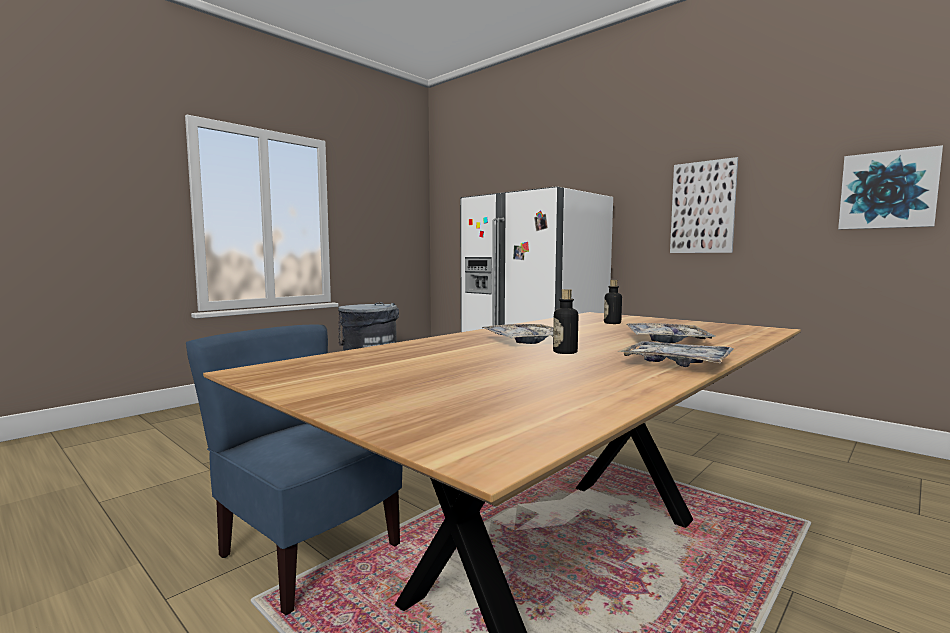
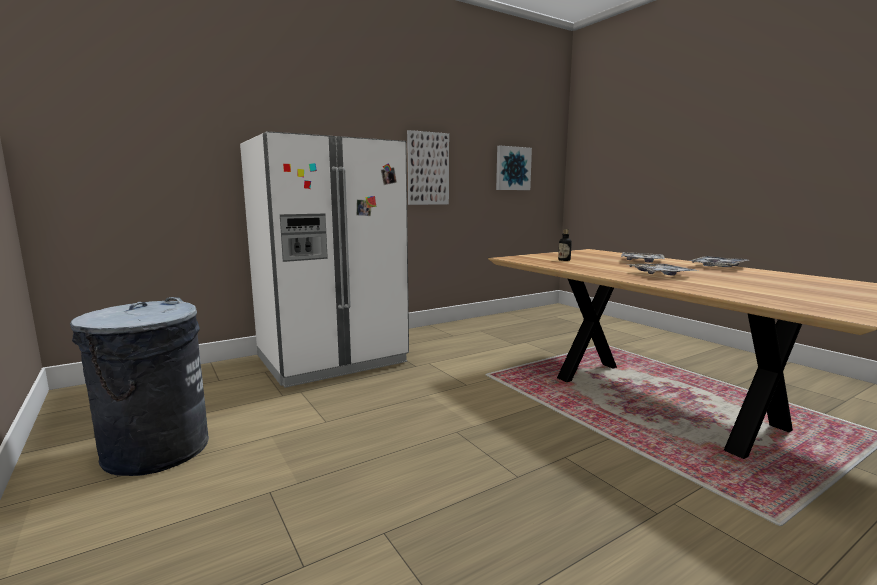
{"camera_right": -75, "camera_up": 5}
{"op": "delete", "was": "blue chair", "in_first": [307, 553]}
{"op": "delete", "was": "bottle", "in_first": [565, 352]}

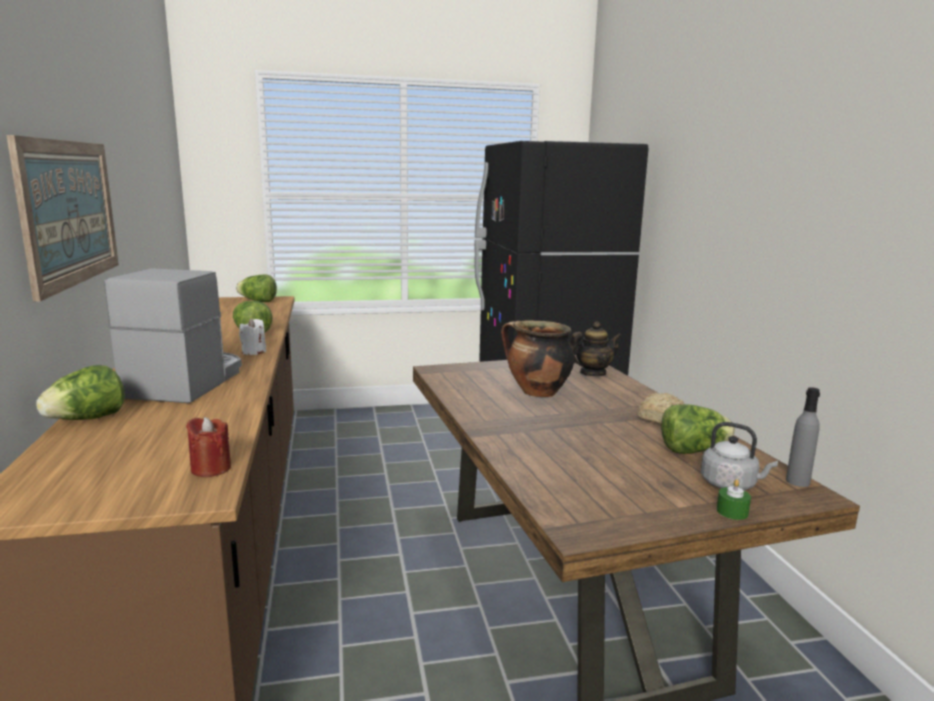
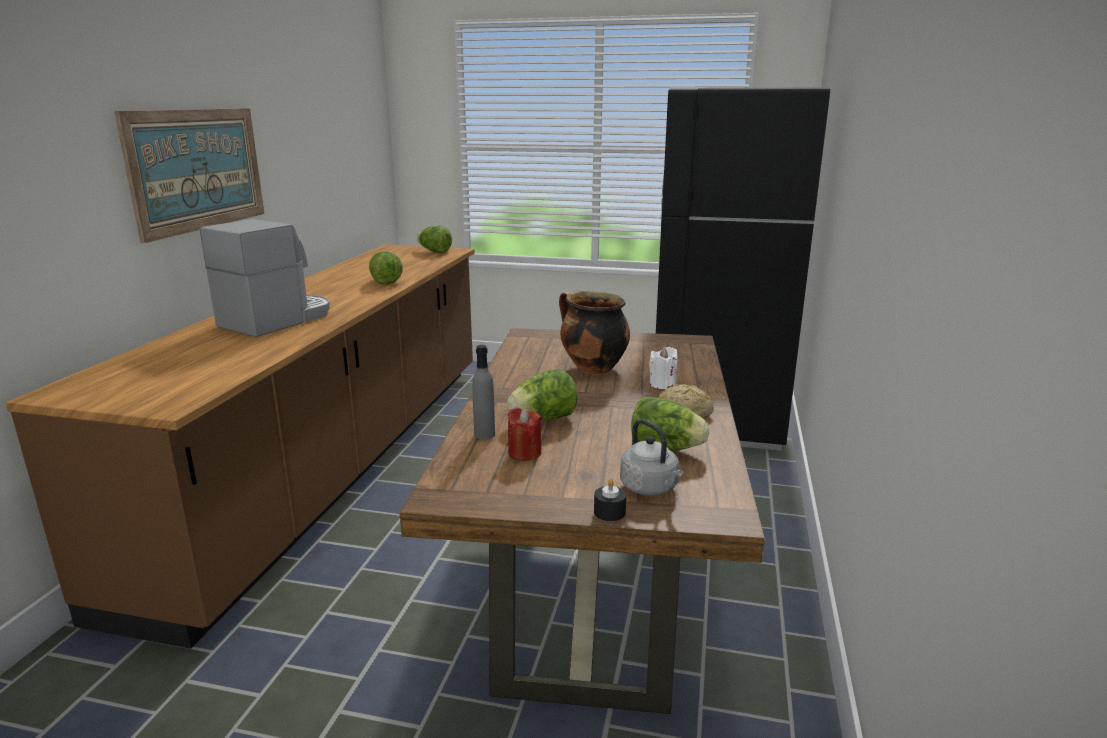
{"camera_right": 25, "camera_up": 5}
{"op": "delete", "was": "teapot", "in_first": [592, 373]}
{"op": "move", "was": "lettuce", "in_first": [87, 419], "in_second": [543, 419]}
{"op": "move", "was": "red candle", "in_first": [211, 468], "in_second": [524, 453]}
{"op": "move", "was": "white candle", "in_first": [254, 352], "in_second": [662, 384]}
{"op": "move", "was": "grey bottle", "in_first": [797, 481], "in_second": [484, 434]}
{"op": "recolor", "was": "green candle", "now": "black candle", "in_first": [732, 512], "in_second": [609, 512]}

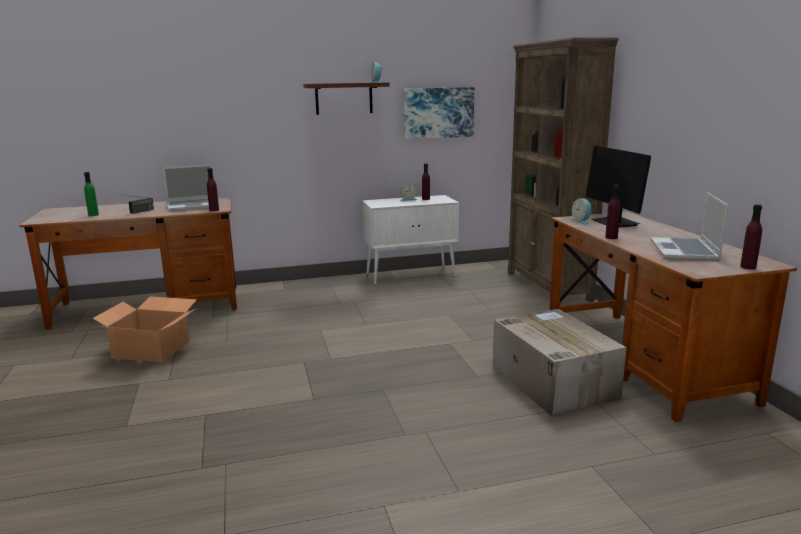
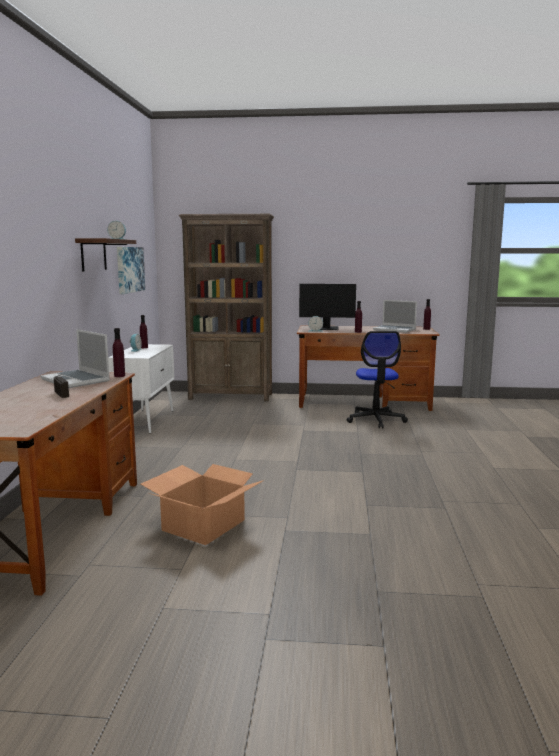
{"camera_right": -70, "camera_up": -5}
{"op": "delete", "was": "green bottle", "in_first": [93, 215]}
{"op": "replace", "was": "cardboard box", "now": "office chair", "in_first": [552, 381], "in_second": [376, 420]}
{"op": "rotate", "was": "laptop", "in_first": [193, 206], "in_second": [76, 380], "clockwise": 135}

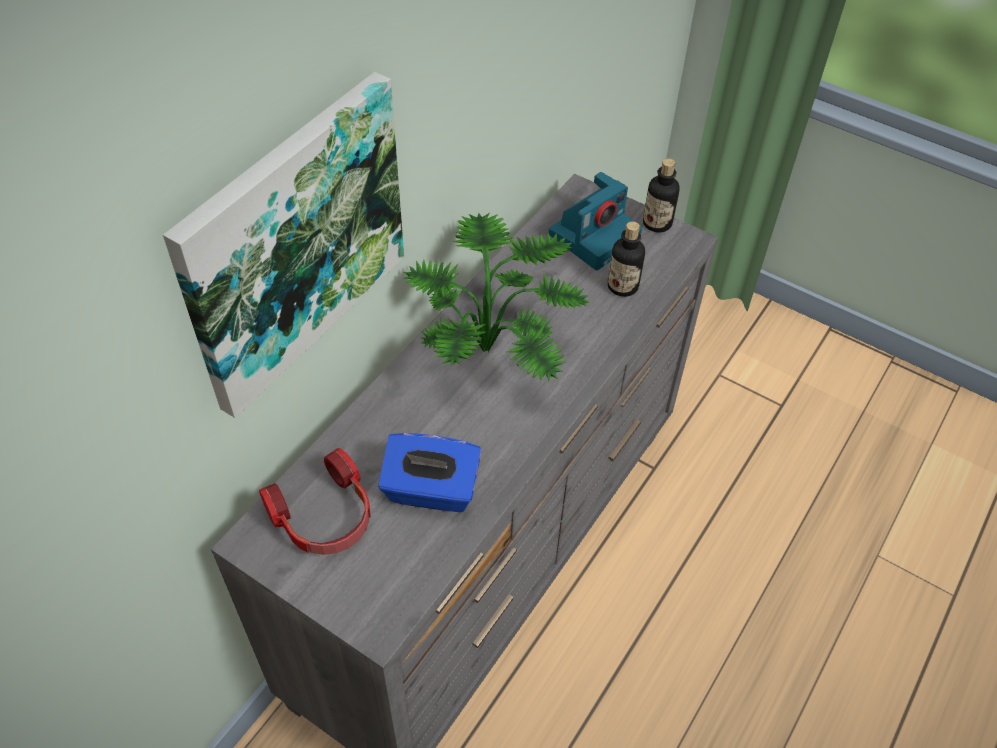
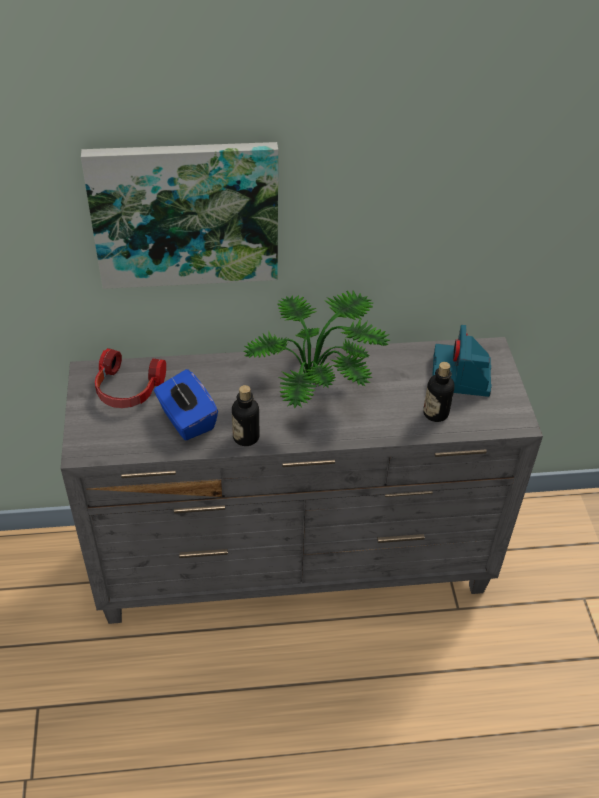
{"camera_right": 50, "camera_up": -5}
{"op": "move", "was": "bottle", "in_first": [657, 223], "in_second": [246, 437]}
{"op": "rotate", "was": "photo camera", "in_first": [594, 236], "in_second": [461, 376], "clockwise": 90}

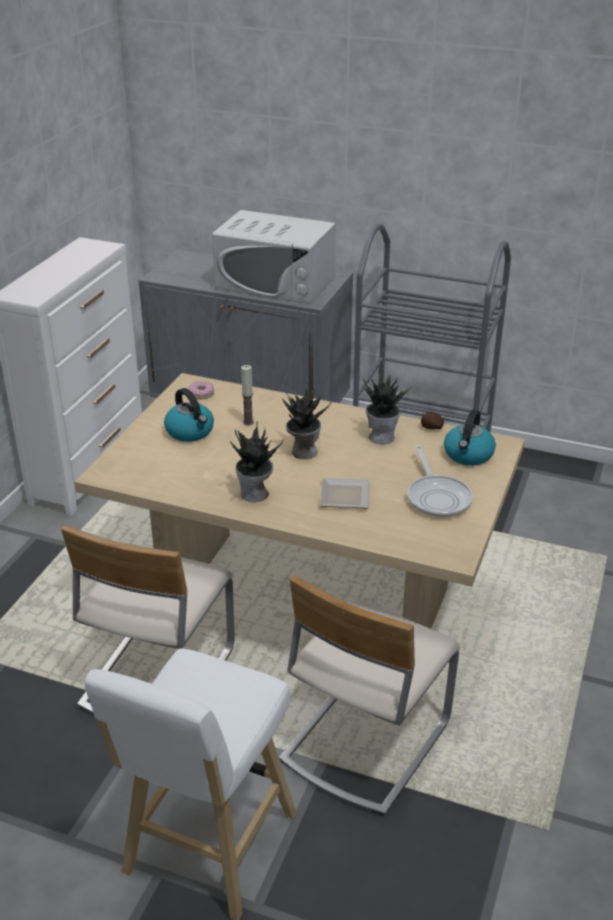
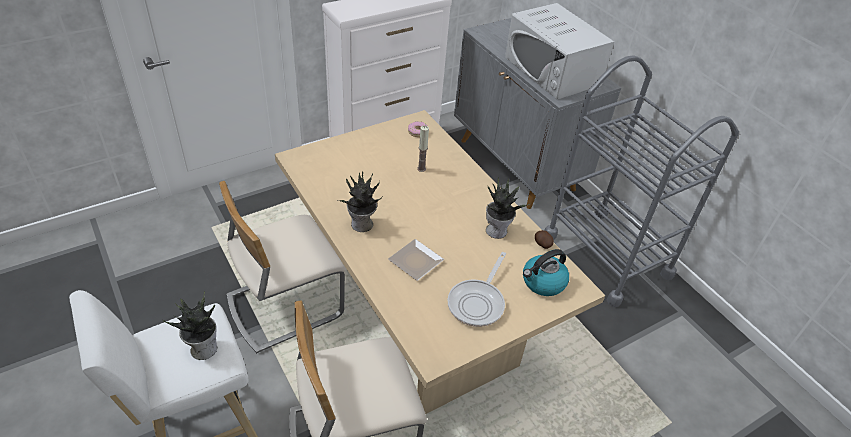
{"camera_right": 35, "camera_up": 10}
{"op": "delete", "was": "kettle", "in_first": [190, 432]}
{"op": "move", "was": "potted plant", "in_first": [303, 452], "in_second": [203, 348]}

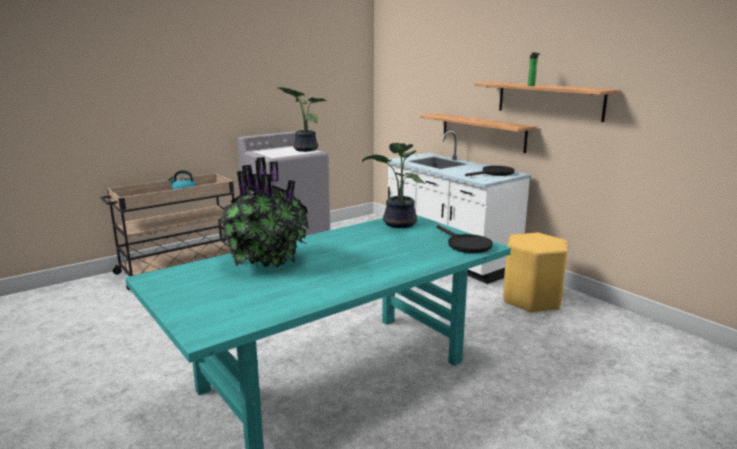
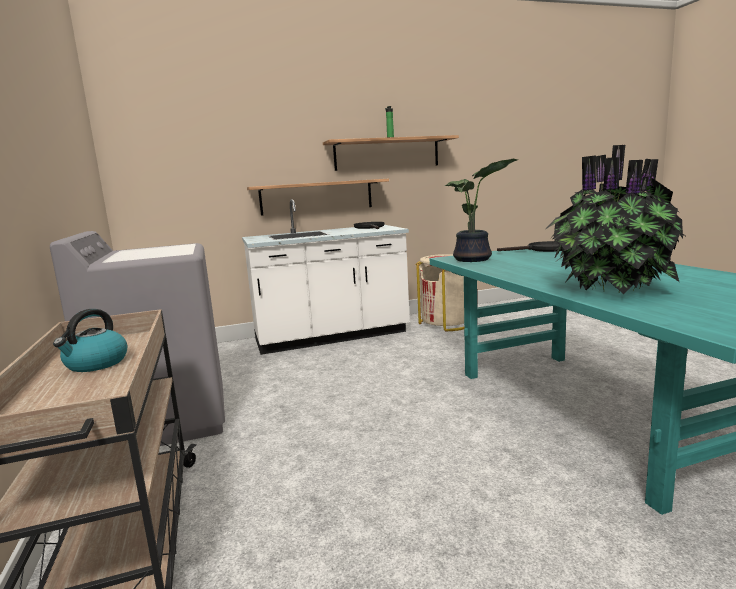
{"camera_right": -70, "camera_up": -5}
{"op": "delete", "was": "potted plant", "in_first": [304, 149]}
{"op": "replace", "was": "yellow stool", "now": "beige trash can", "in_first": [531, 299], "in_second": [446, 323]}

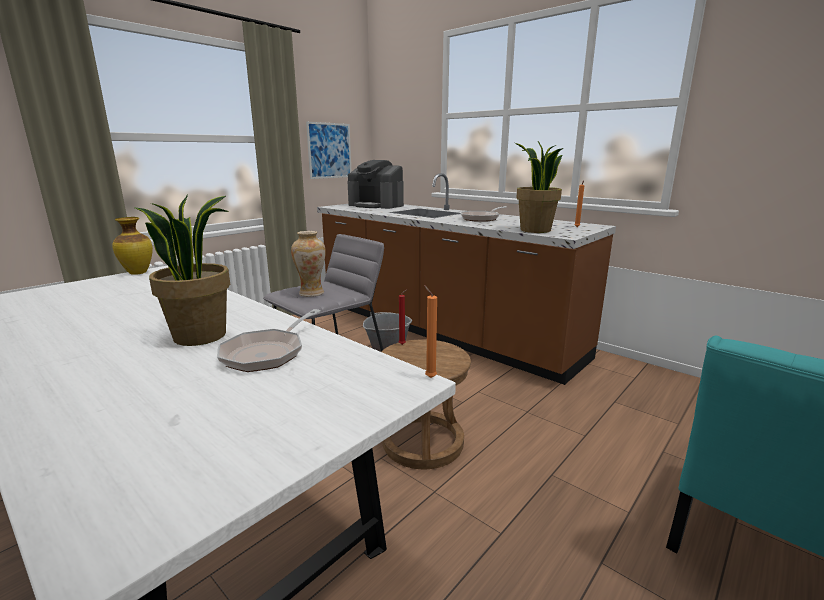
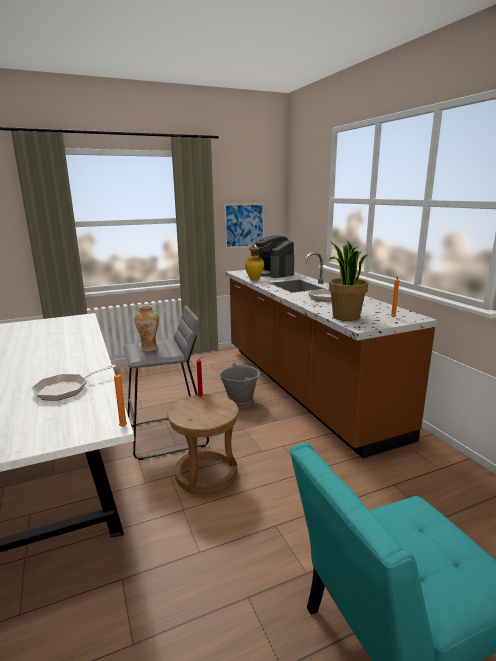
{"camera_right": 25, "camera_up": 0}
{"op": "delete", "was": "potted plant", "in_first": [201, 335]}
{"op": "move", "was": "vase", "in_first": [138, 273], "in_second": [254, 279]}

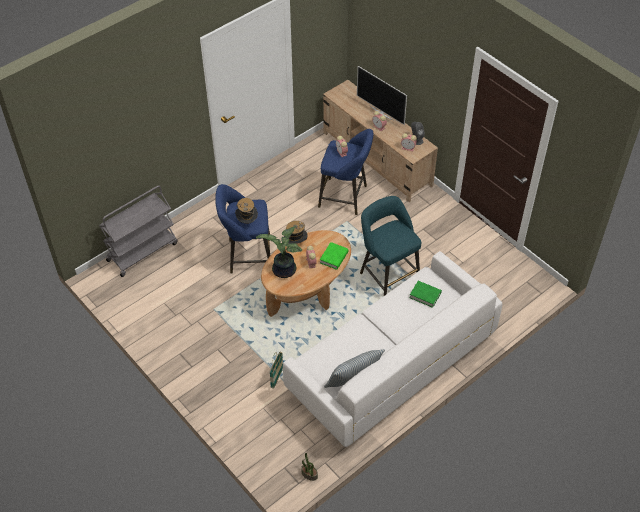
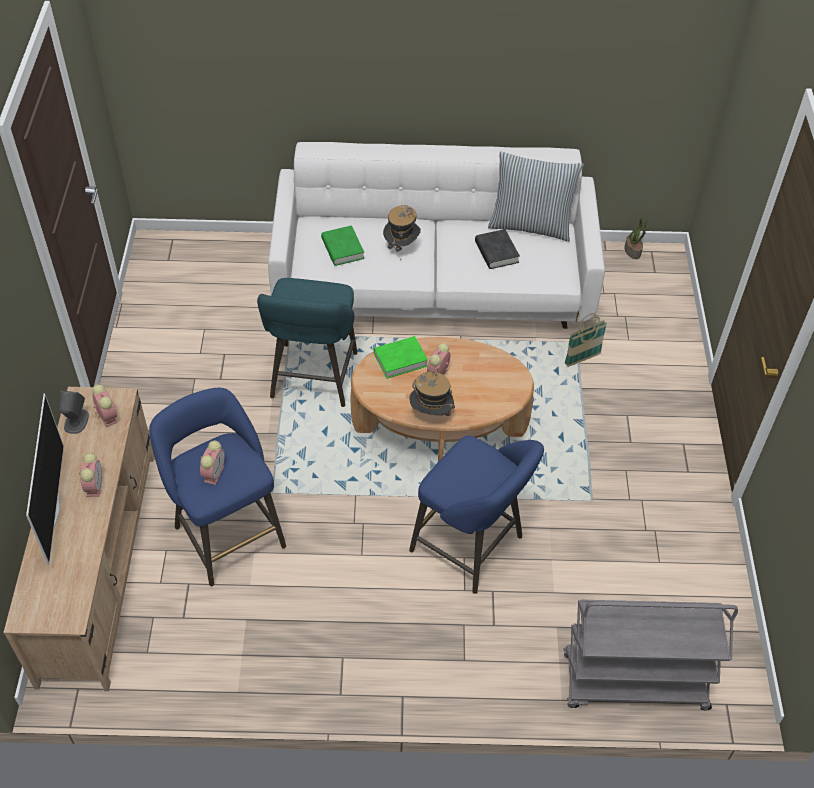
{"camera_right": -140, "camera_up": 0}
{"op": "delete", "was": "potted plant", "in_first": [283, 271]}
{"op": "insert", "now": "black book", "in_second": [496, 252]}
{"op": "move", "was": "hat", "in_first": [247, 222], "in_second": [401, 247]}

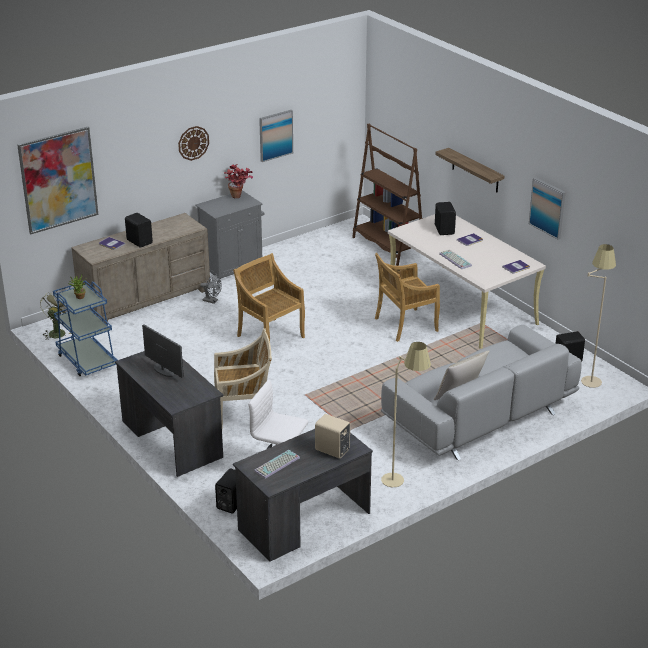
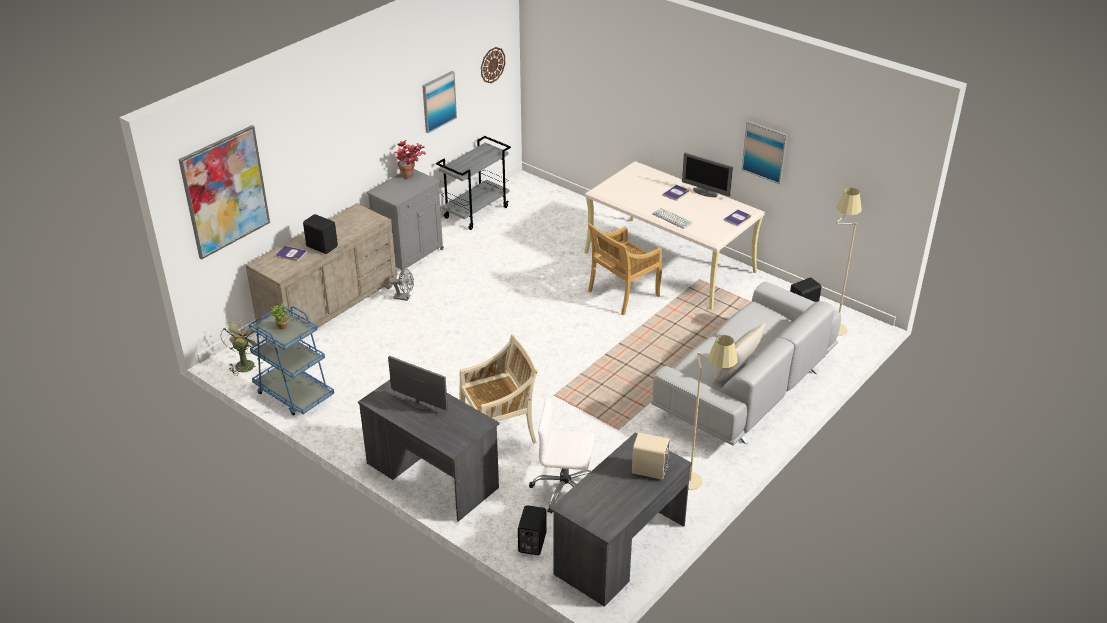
{"camera_right": -15, "camera_up": 5}
{"op": "delete", "was": "beige chair", "in_first": [270, 336]}
{"op": "delete", "was": "keyboard", "in_first": [277, 465]}
{"op": "delete", "was": "brown bookcase", "in_first": [388, 246]}
{"op": "delete", "was": "shelf", "in_first": [475, 170]}
{"op": "delete", "was": "black speaker", "in_first": [445, 230]}
{"op": "insert", "now": "grey cart", "in_second": [476, 212]}
{"op": "insert", "now": "monitor", "in_second": [705, 192]}
{"op": "move", "was": "wall clock", "in_first": [193, 143], "in_second": [492, 65]}

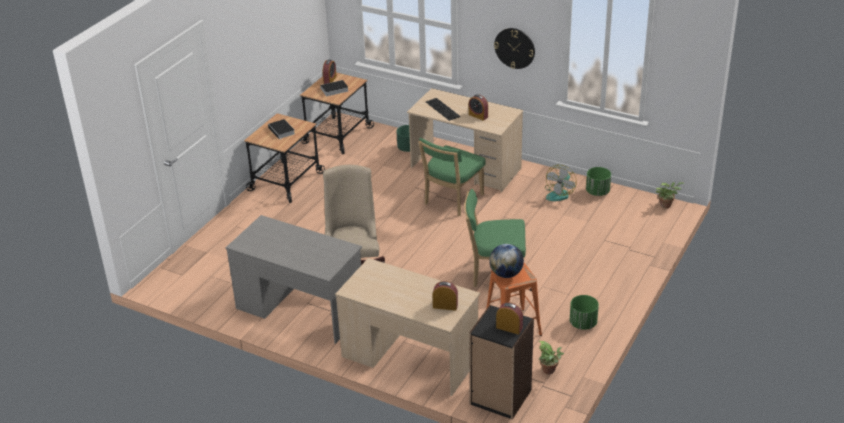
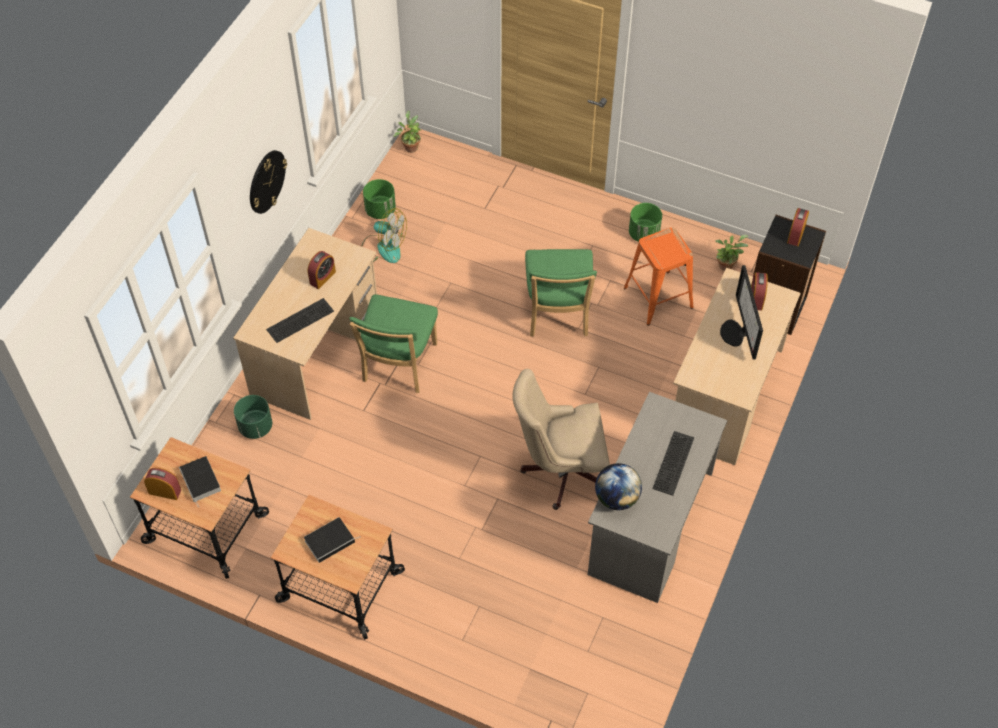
{"camera_right": -95, "camera_up": 20}
{"op": "insert", "now": "keyboard", "in_second": [674, 464]}
{"op": "insert", "now": "monitor", "in_second": [736, 333]}
{"op": "move", "was": "globe", "in_first": [506, 274], "in_second": [616, 498]}
{"op": "rotate", "was": "green chair", "in_first": [452, 201], "in_second": [398, 366], "clockwise": 75}

